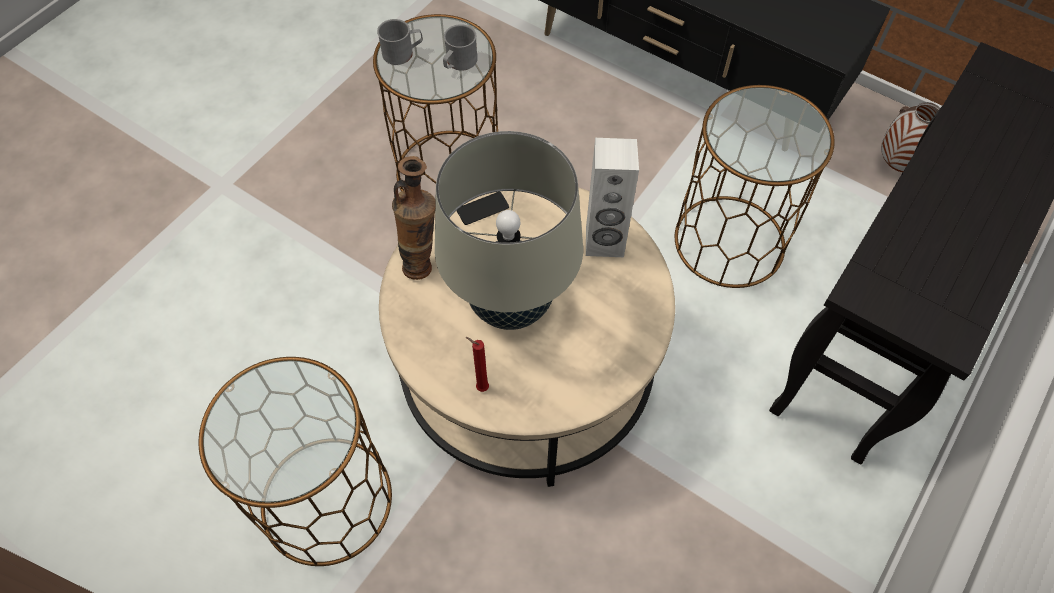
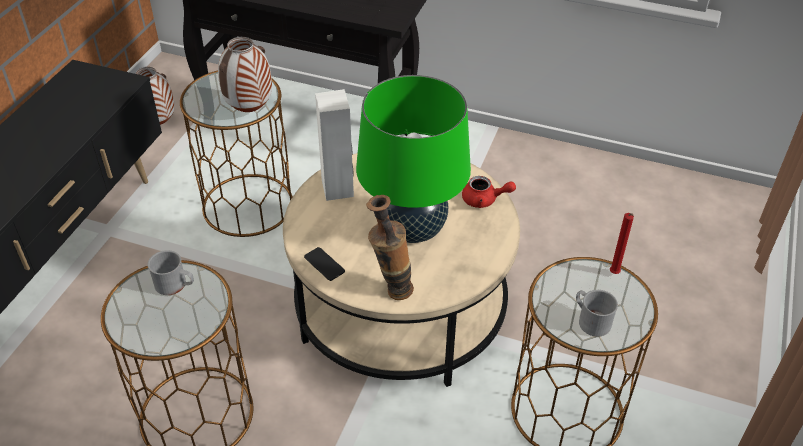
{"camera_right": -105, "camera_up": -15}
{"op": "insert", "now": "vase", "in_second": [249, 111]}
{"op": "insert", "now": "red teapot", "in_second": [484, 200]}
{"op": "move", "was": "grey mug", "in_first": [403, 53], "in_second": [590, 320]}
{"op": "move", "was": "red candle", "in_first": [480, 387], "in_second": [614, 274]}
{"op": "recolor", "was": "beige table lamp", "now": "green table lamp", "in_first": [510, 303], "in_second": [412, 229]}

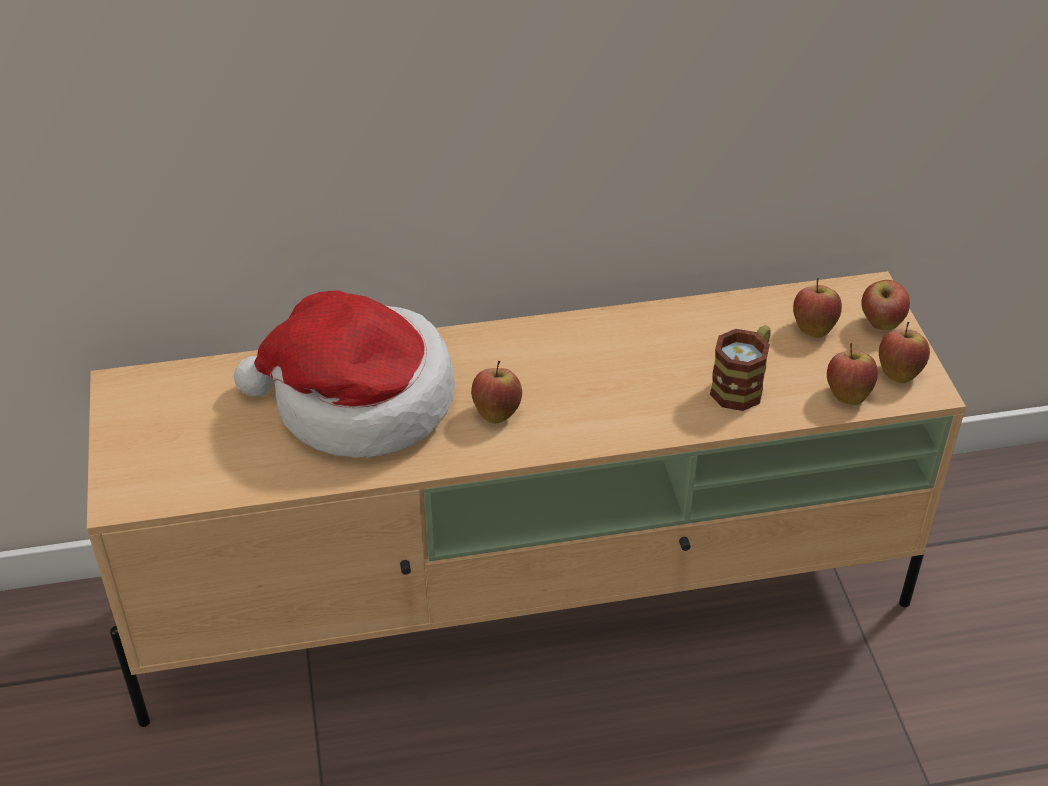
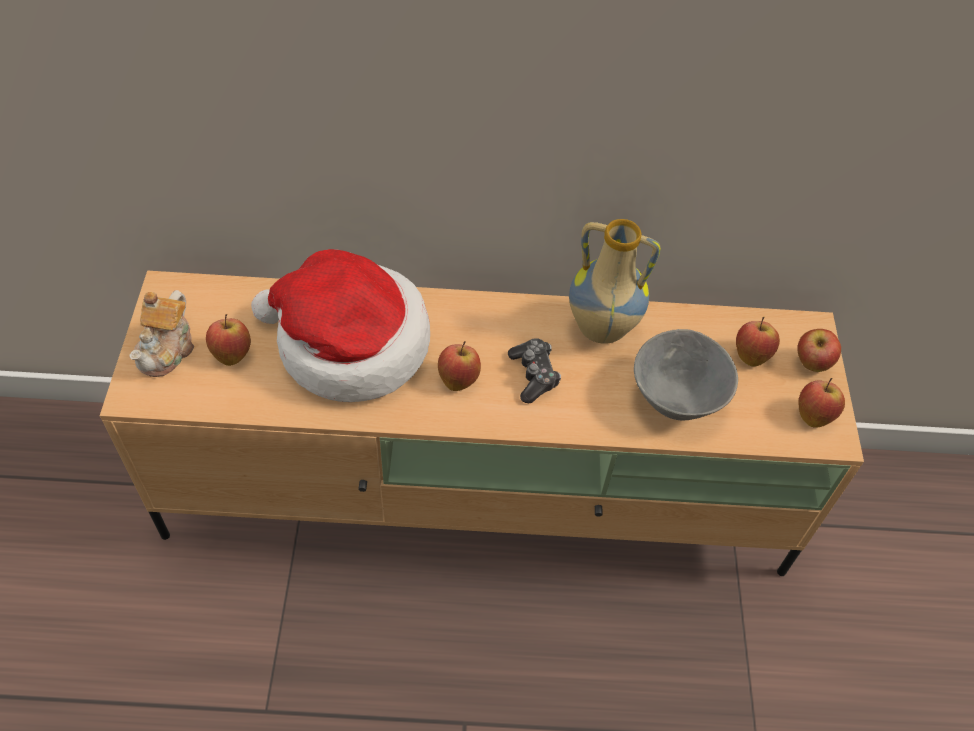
{"camera_right": 10, "camera_up": 10}
{"op": "insert", "now": "teapot", "in_second": [168, 349]}
{"op": "insert", "now": "game controller", "in_second": [534, 375]}
{"op": "insert", "now": "vase", "in_second": [600, 330]}
{"op": "move", "was": "apple", "in_first": [847, 394], "in_second": [232, 354]}
{"op": "replace", "was": "mug", "now": "grey bowl", "in_first": [742, 385], "in_second": [673, 398]}

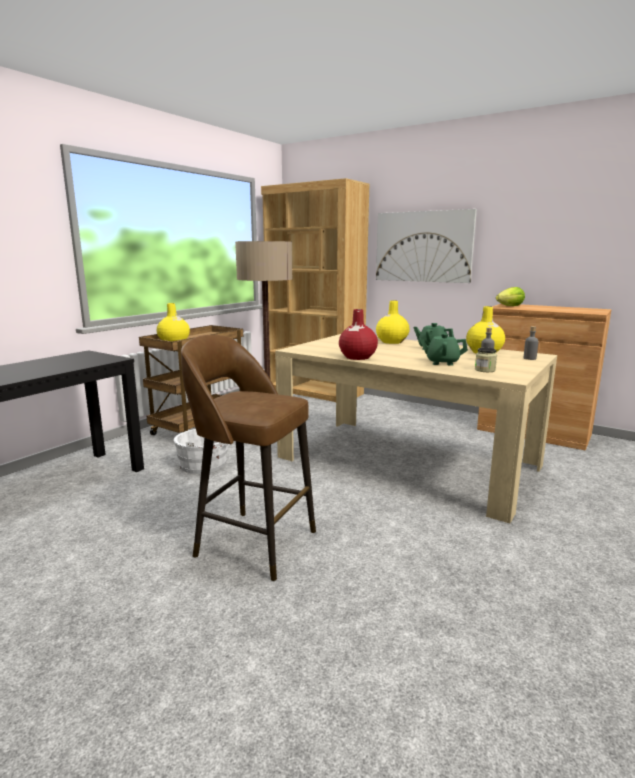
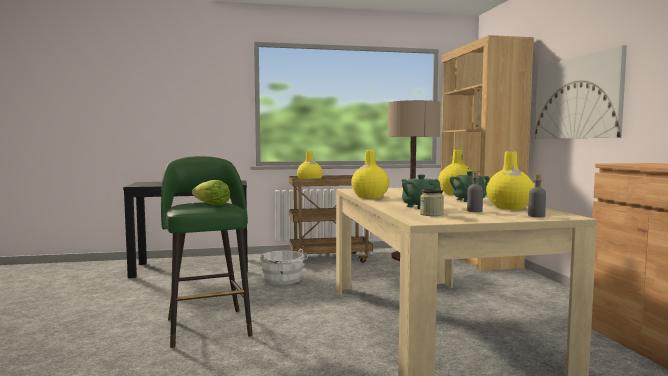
{"camera_right": 45, "camera_up": -10}
{"op": "move", "was": "lettuce", "in_first": [510, 306], "in_second": [212, 205]}
{"op": "recolor", "was": "brown stool", "now": "green stool", "in_first": [253, 542], "in_second": [208, 326]}
{"op": "recolor", "was": "red vase", "now": "yellow vase", "in_first": [357, 357], "in_second": [369, 197]}

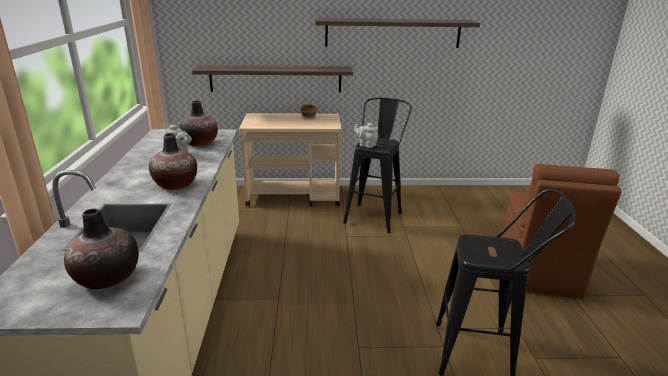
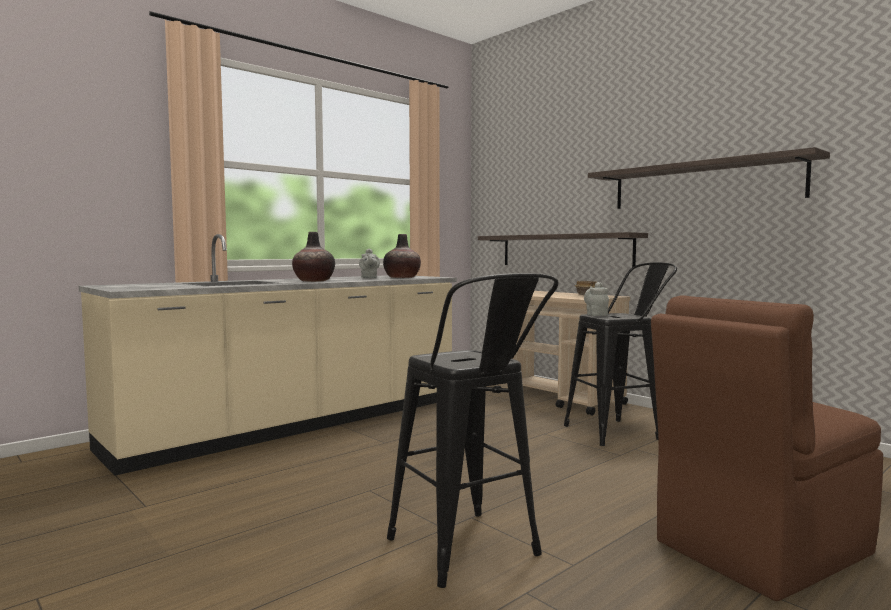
{"camera_right": 50, "camera_up": -20}
{"op": "delete", "was": "vase", "in_first": [107, 278]}

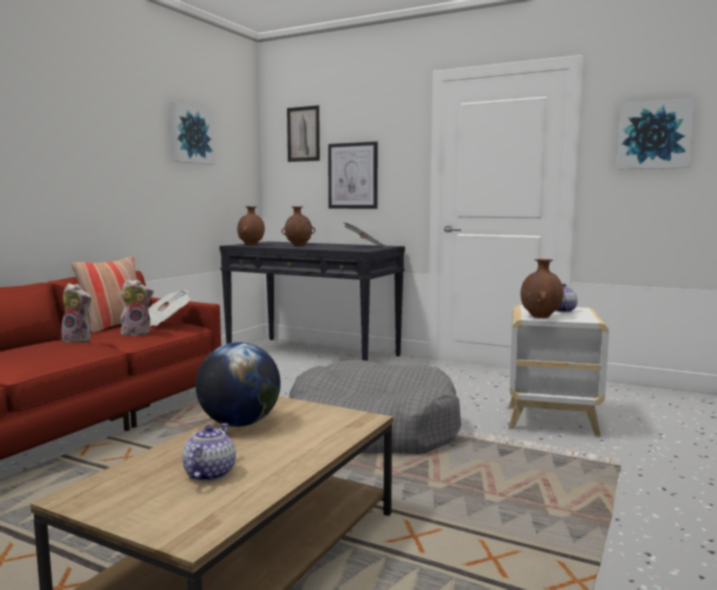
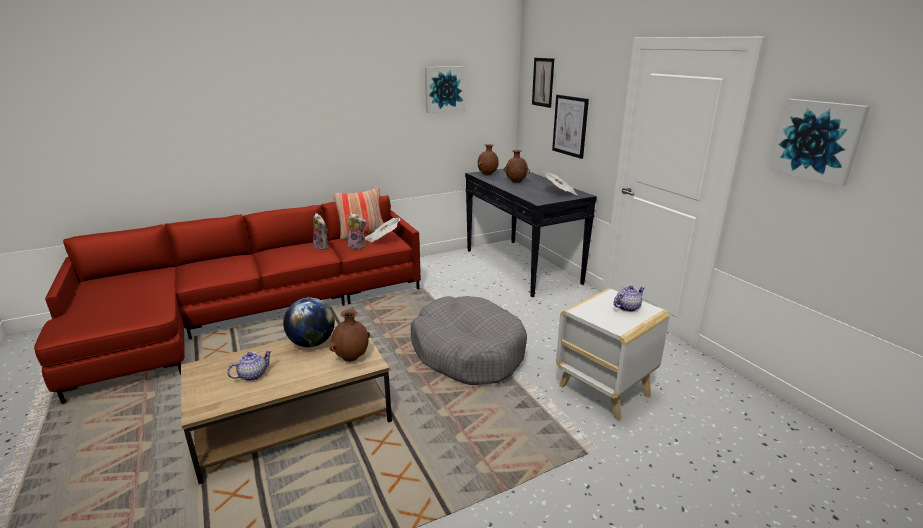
{"camera_right": 35, "camera_up": 15}
{"op": "move", "was": "brown vase", "in_first": [540, 317], "in_second": [352, 357]}

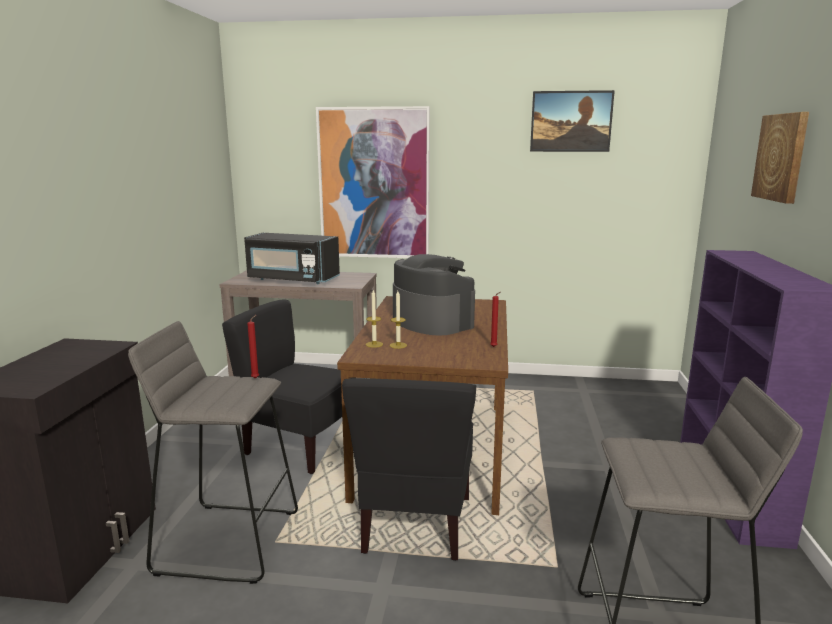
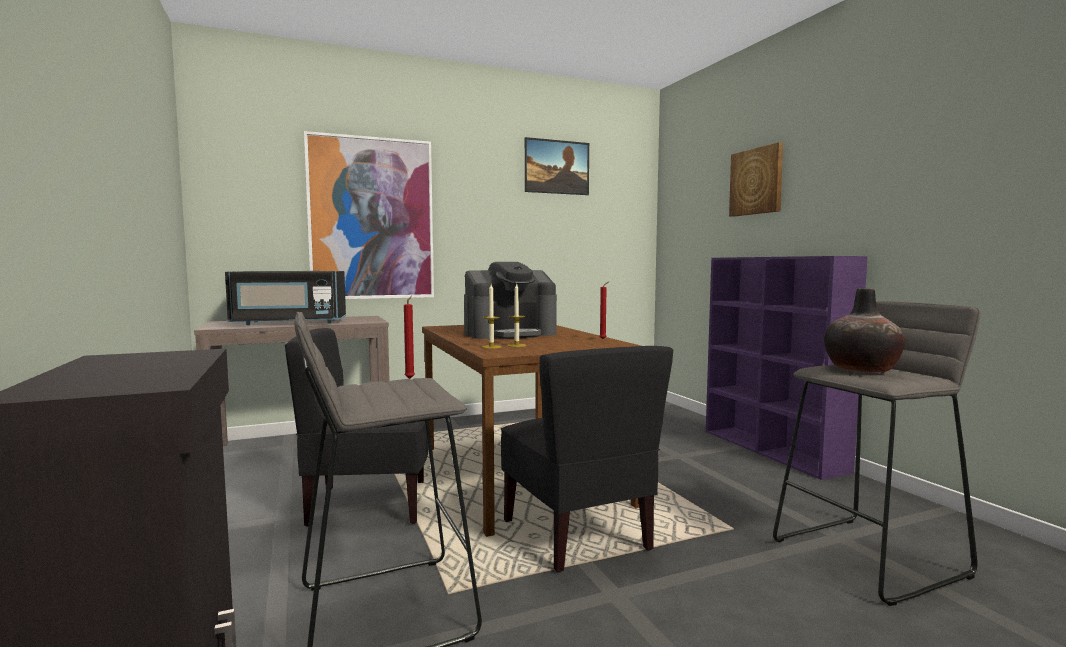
{"camera_right": -30, "camera_up": -10}
{"op": "insert", "now": "vase", "in_second": [861, 370]}
{"op": "rotate", "was": "coffee machine", "in_first": [431, 322], "in_second": [510, 333], "clockwise": 135}

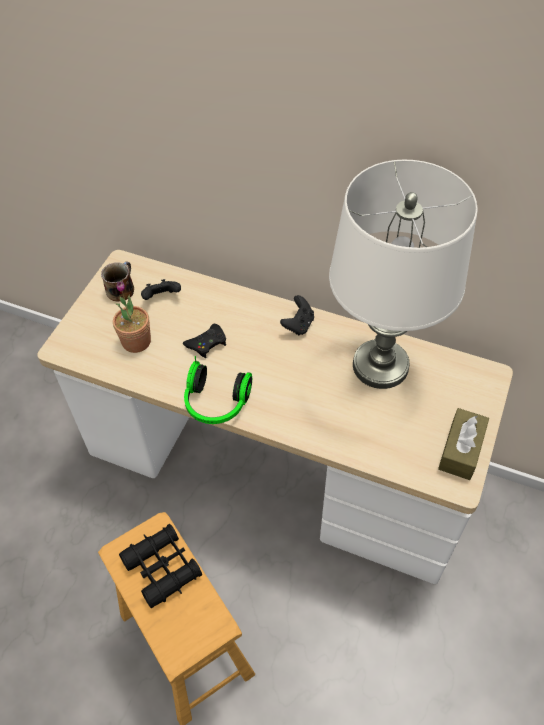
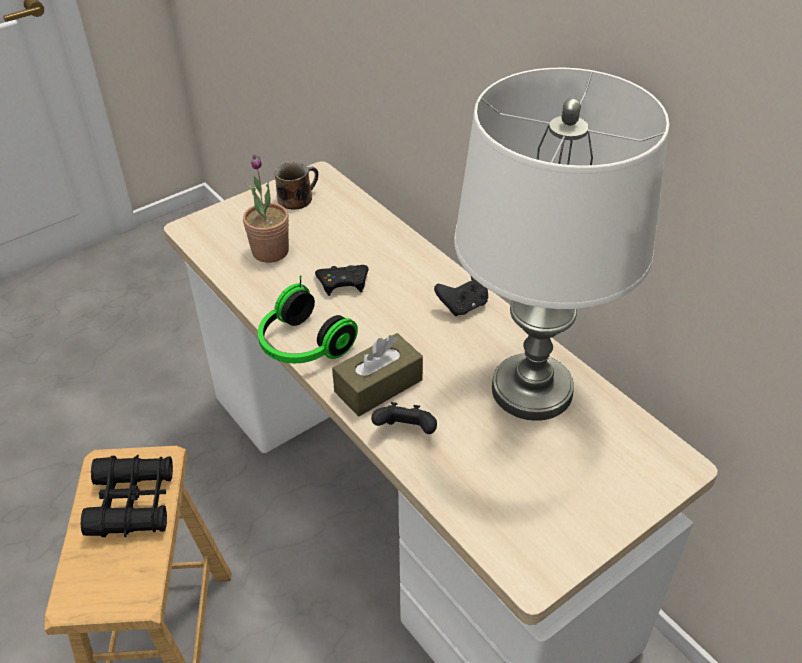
{"camera_right": 30, "camera_up": -10}
{"op": "move", "was": "black game controller", "in_first": [162, 298], "in_second": [406, 432]}
{"op": "move", "was": "brown tissue box", "in_first": [461, 450], "in_second": [378, 386]}

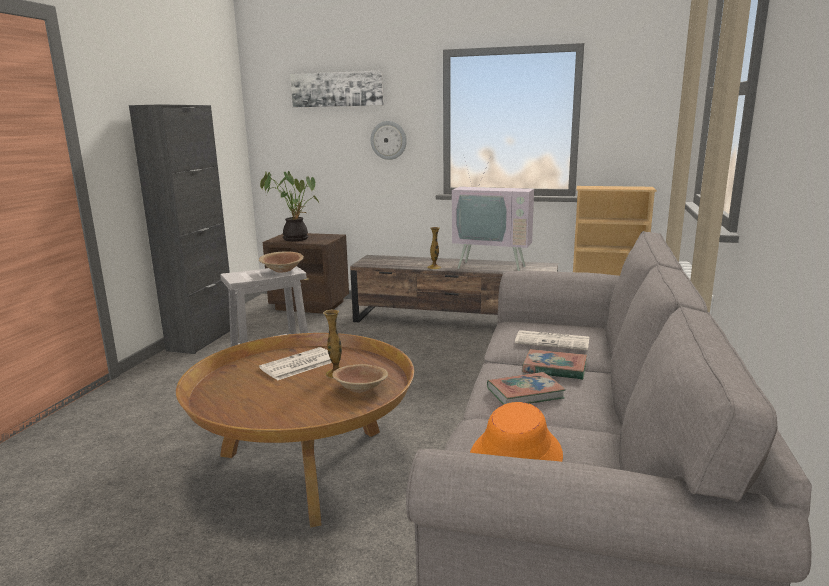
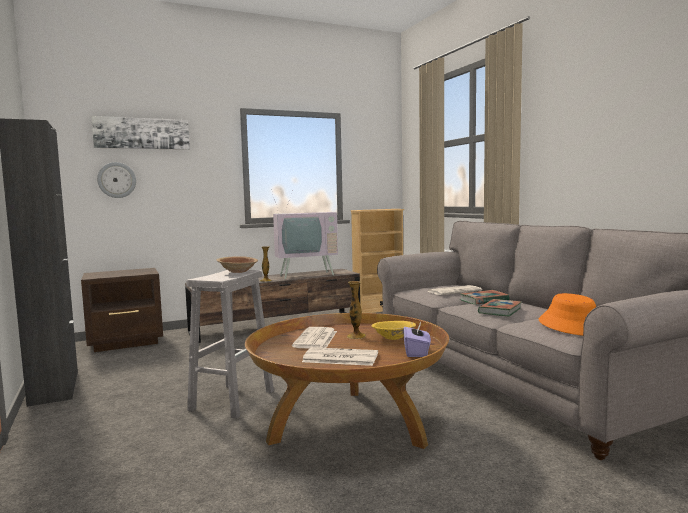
{"camera_right": -40, "camera_up": -10}
{"op": "delete", "was": "potted plant", "in_first": [295, 238]}
{"op": "insert", "now": "newspaper", "in_second": [339, 358]}
{"op": "insert", "now": "purple tissue box", "in_second": [416, 352]}
{"op": "move", "was": "wall clock", "in_first": [388, 140], "in_second": [117, 180]}
{"op": "recolor", "was": "brown bowl", "now": "yellow bowl", "in_first": [361, 388], "in_second": [393, 337]}

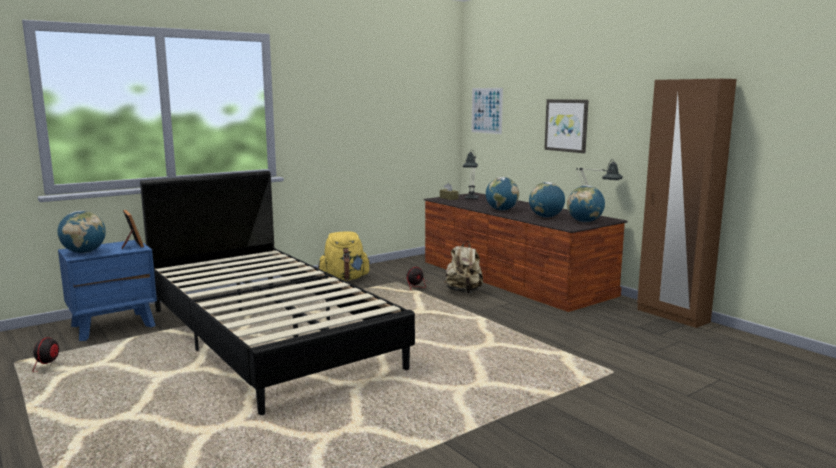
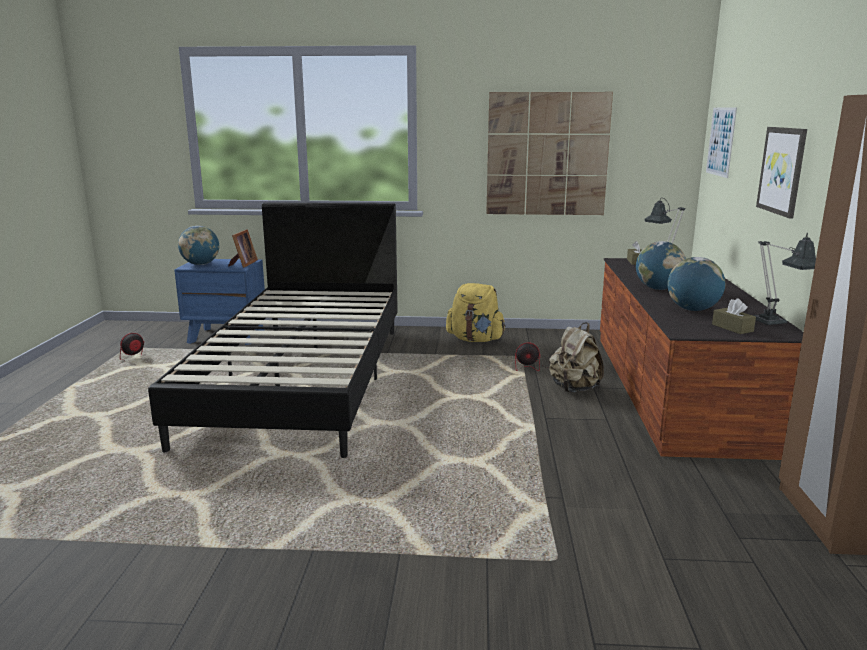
{"camera_right": 40, "camera_up": 5}
{"op": "insert", "now": "picture", "in_second": [547, 154]}
{"op": "replace", "was": "globe", "now": "brown tissue box", "in_first": [584, 221], "in_second": [732, 328]}

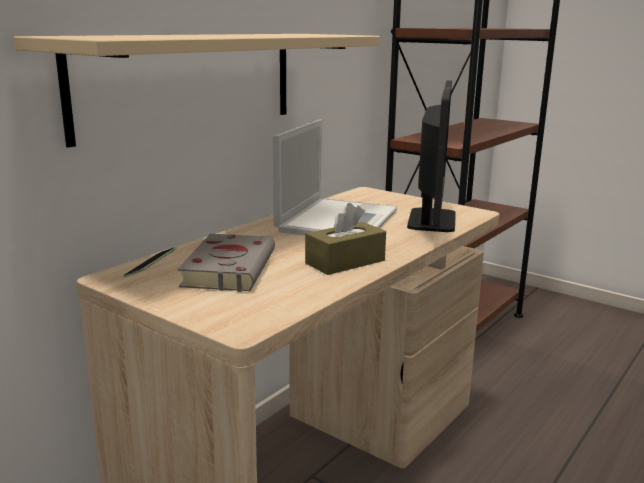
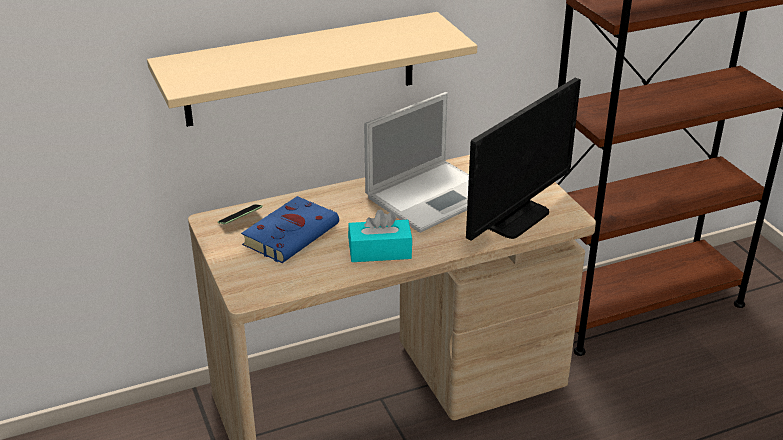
{"camera_right": 30, "camera_up": 15}
{"op": "recolor", "was": "grey book", "now": "blue book", "in_first": [230, 268], "in_second": [292, 233]}
{"op": "recolor", "was": "brown tissue box", "now": "turquoise tissue box", "in_first": [345, 262], "in_second": [380, 251]}

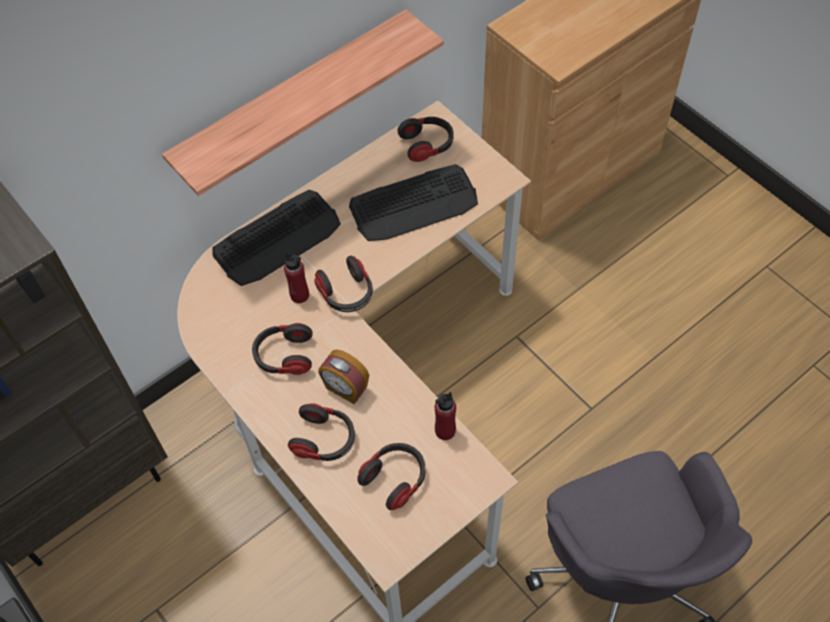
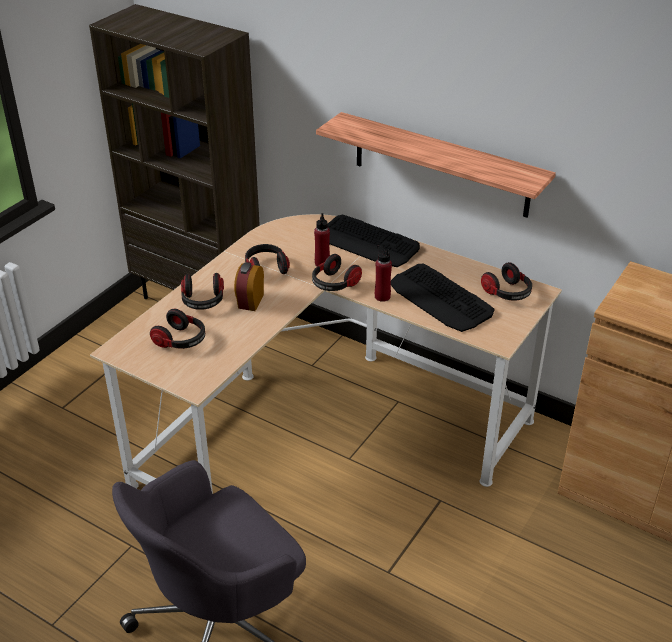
{"camera_right": 70, "camera_up": -20}
{"op": "move", "was": "red bottle", "in_first": [445, 431], "in_second": [382, 296]}

